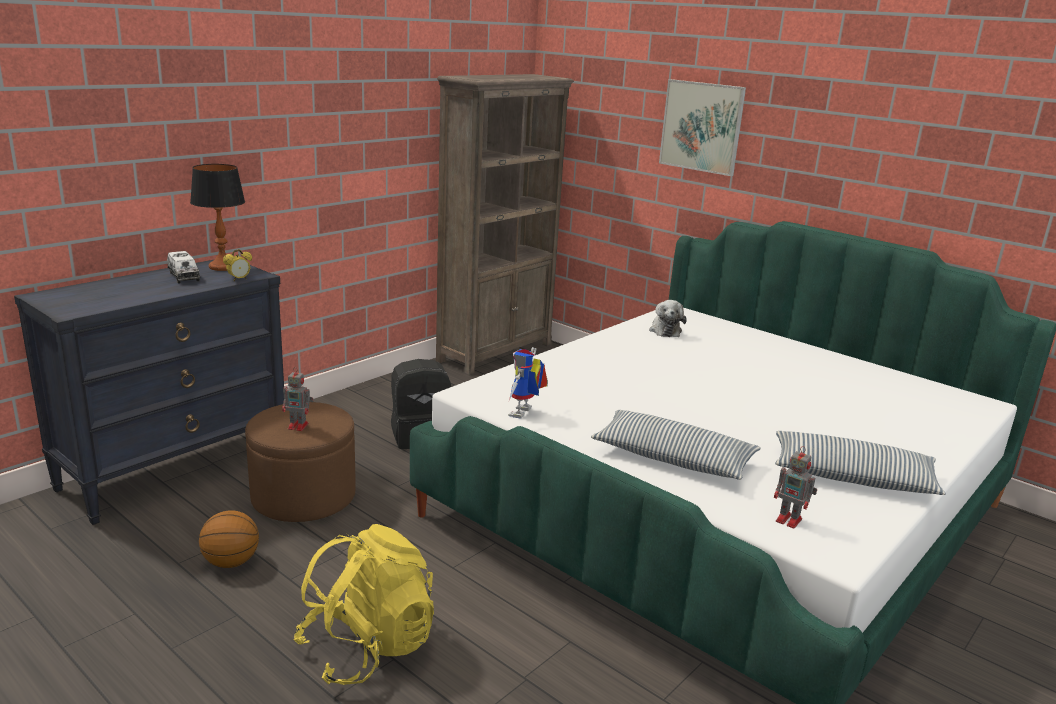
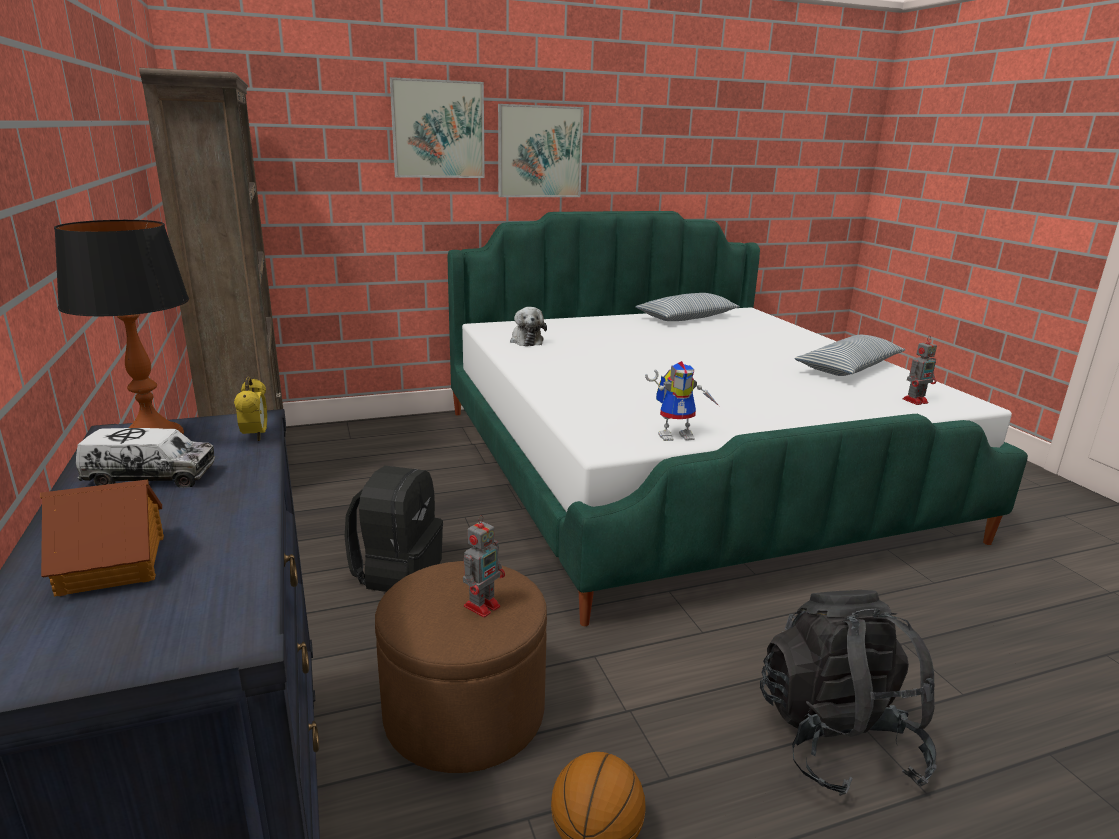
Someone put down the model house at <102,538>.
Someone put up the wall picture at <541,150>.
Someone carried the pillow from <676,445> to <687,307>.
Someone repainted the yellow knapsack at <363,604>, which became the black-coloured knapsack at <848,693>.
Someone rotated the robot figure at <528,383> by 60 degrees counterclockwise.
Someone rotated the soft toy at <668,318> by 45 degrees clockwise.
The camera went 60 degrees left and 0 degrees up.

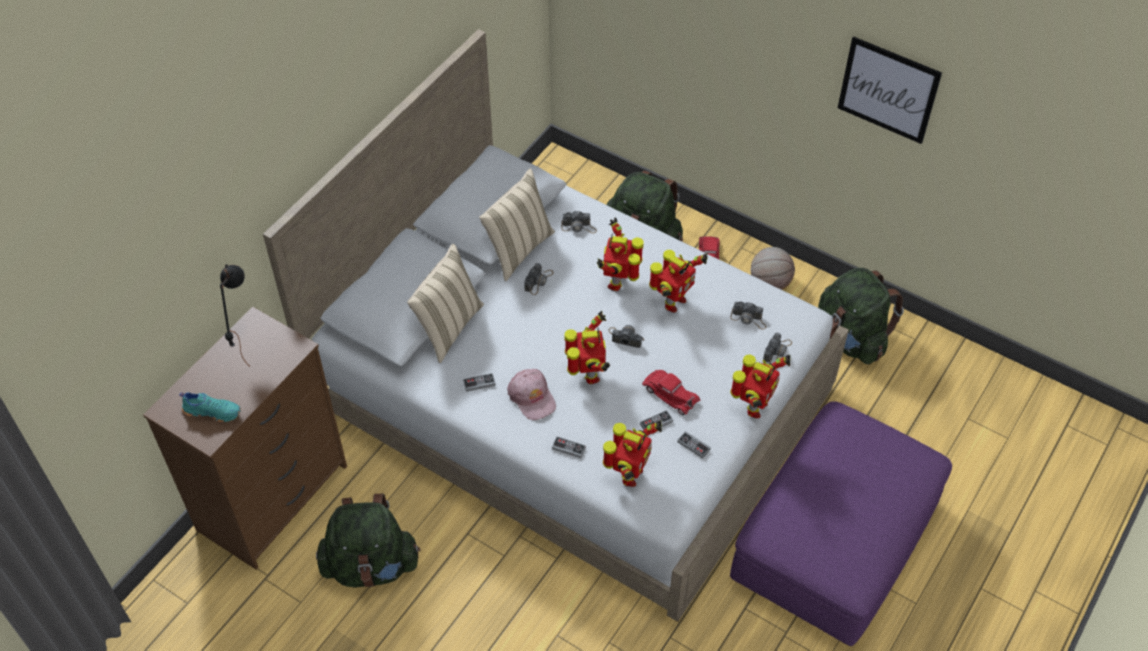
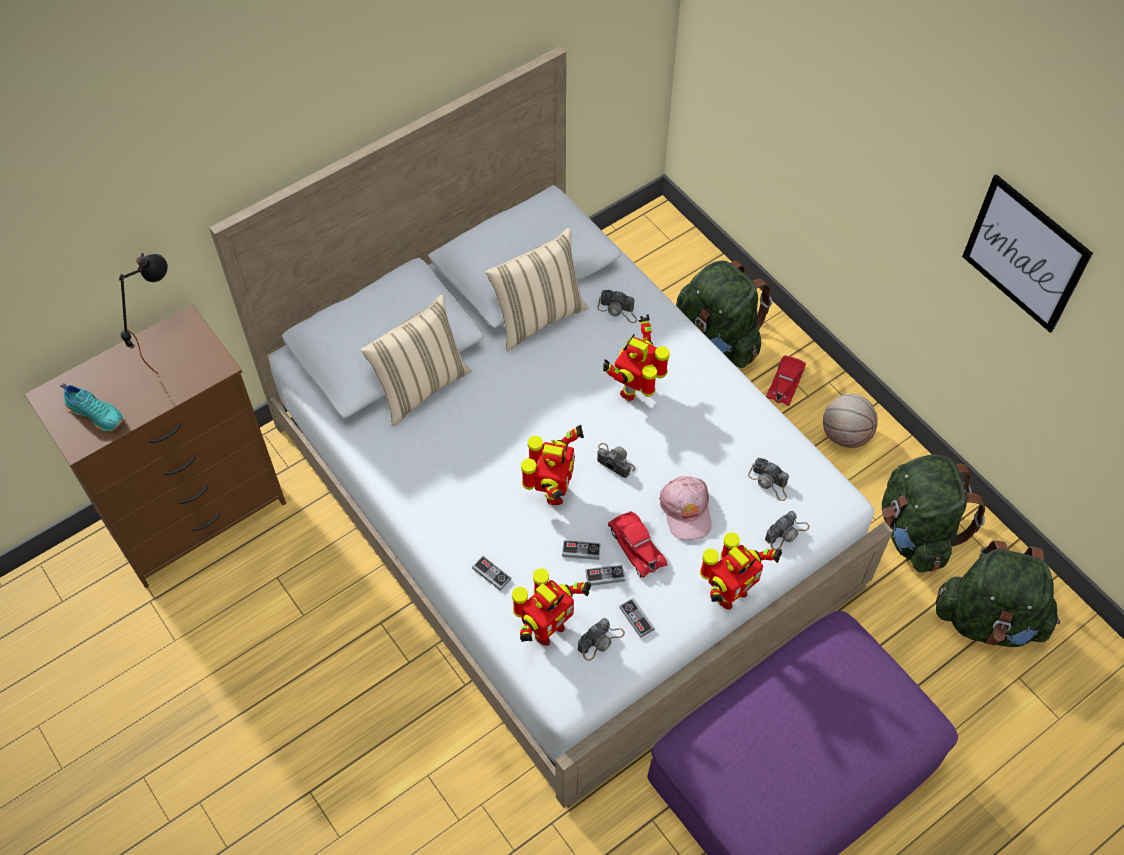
Someone took away the robot figure at <678,281>.
Someone carried the green-coloured knapsack from <368,540> to <998,593>.
Someone carried the joypad from <479,382> to <581,550>.
Someone carried the pink baseball cap from <531,394> to <685,508>.
Someone carried the still camera from <539,279> to <601,639>.
The camera went 20 degrees right and 5 degrees up.

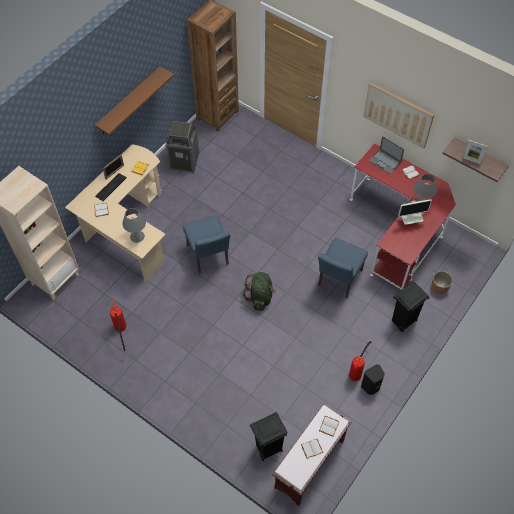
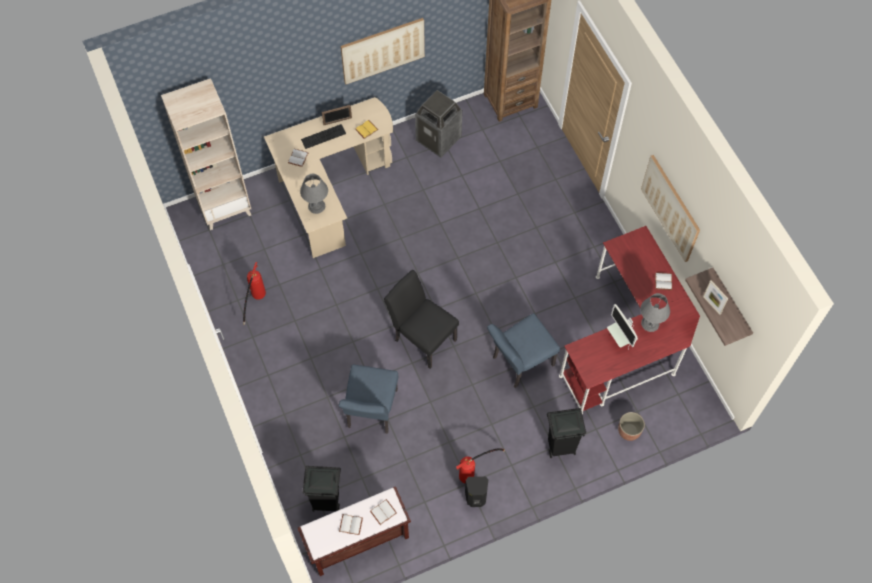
Someone took away the portable computer at <386,155>.
Someone carried the blue-coloured plain chair from <206,244> to <368,399>.
Someone swapped the brown shelf at <134,101> for the wall picture at <383,51>.
Someone swapped the green-coloured knapsack at <259,291> for the black-coloured plain chair at <421,319>.
Someone rotated the computer screen at <415,212> by 45 degrees clockwise.
The camera went 30 degrees right and 5 degrees up.

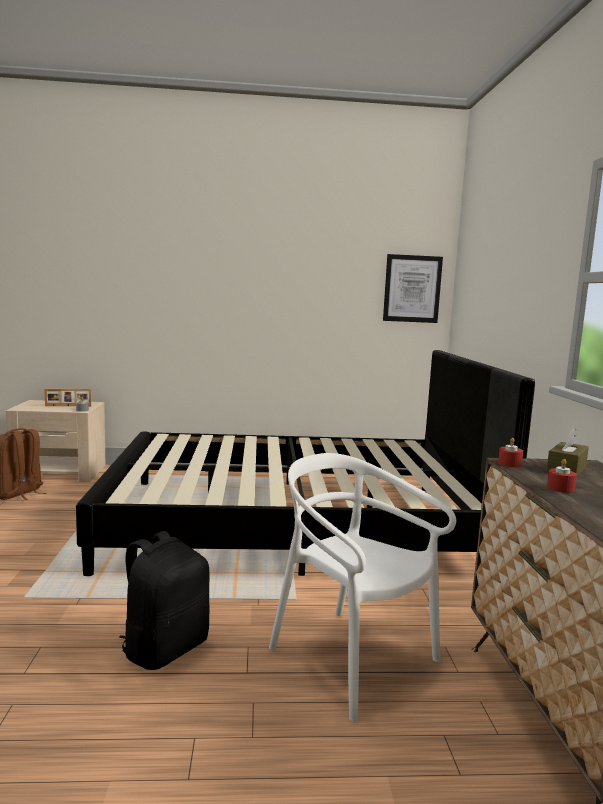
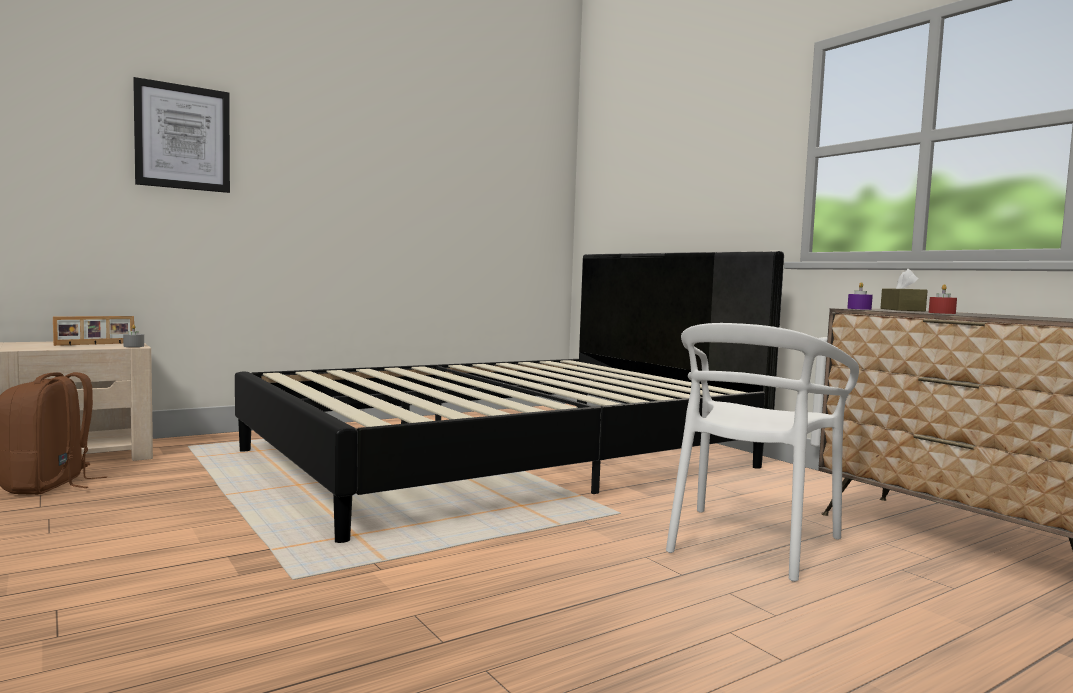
Someone took away the black-coloured knapsack at <164,600>.
Someone carried the wall picture from <413,288> to <181,135>.
Someone repainted the red wax light at <510,452>, which became the purplish wax light at <860,296>.
Someone rotated the white plain chair at <362,587> by 75 degrees counterclockwise.
The camera went 30 degrees left and 5 degrees down.

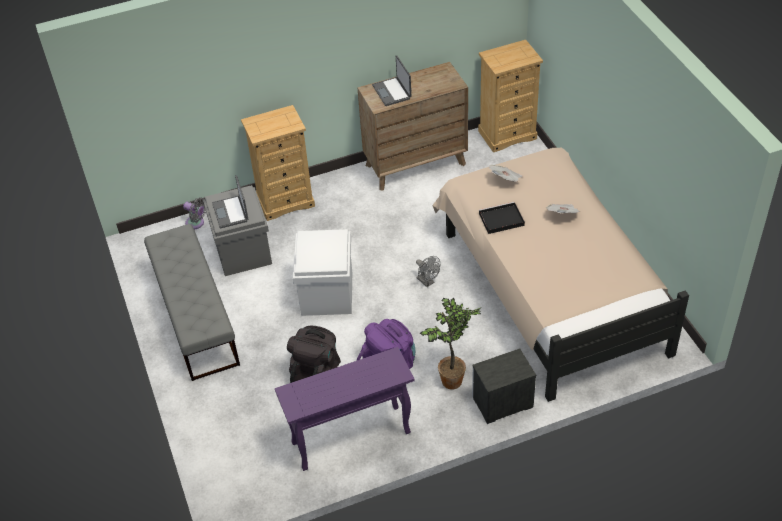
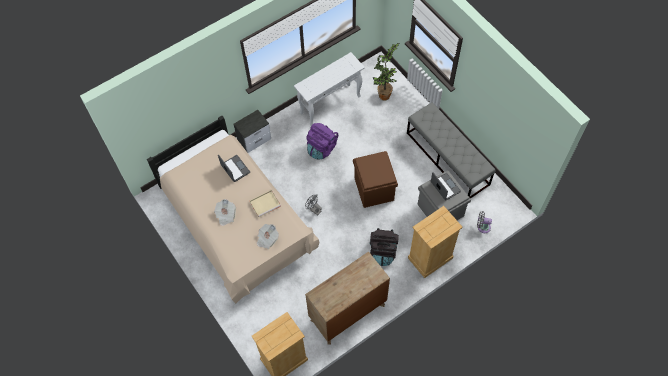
Someone carried the black-coloured knapsack from <314,354> to <384,247>.
Someone carried the portable computer from <391,80> to <234,168>.
Someone carried the houseplant from <451,344> to <386,72>.
Someone repainted the purplish hall table at <345,409>, which became the white hall table at <329,89>.
Someone repainted the white storage bin at <322,272>, which became the brown storage bin at <375,179>.
Someone repainted the black-coloured tray at <502,218>, which became the sand-coloured tray at <265,203>.
The camera went 165 degrees right and 15 degrees up.

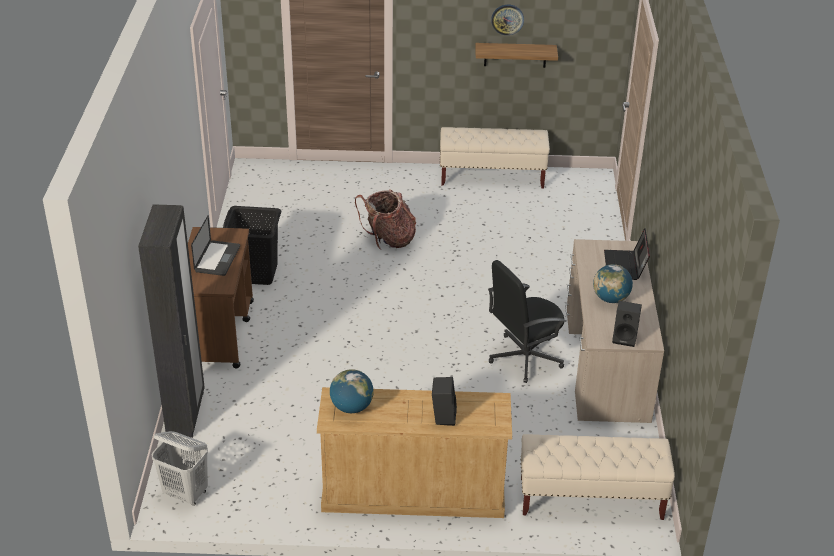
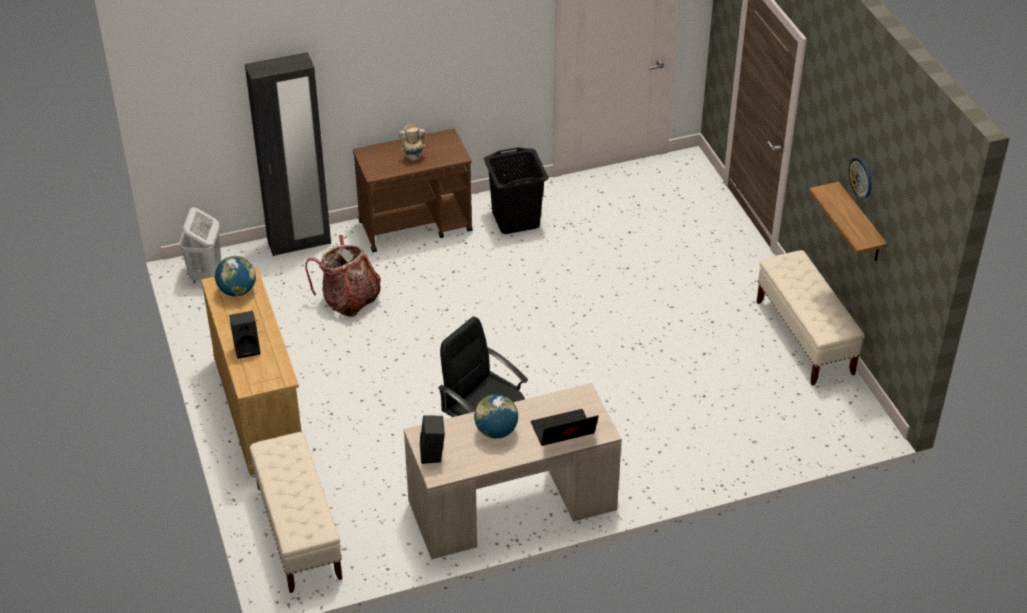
Someone carried the knapsack from <385,219> to <343,276>.
Someone swapped the portable computer at <215,245> for the sand-coloured decorative vase at <412,142>.
The camera went 70 degrees right and 5 degrees up.

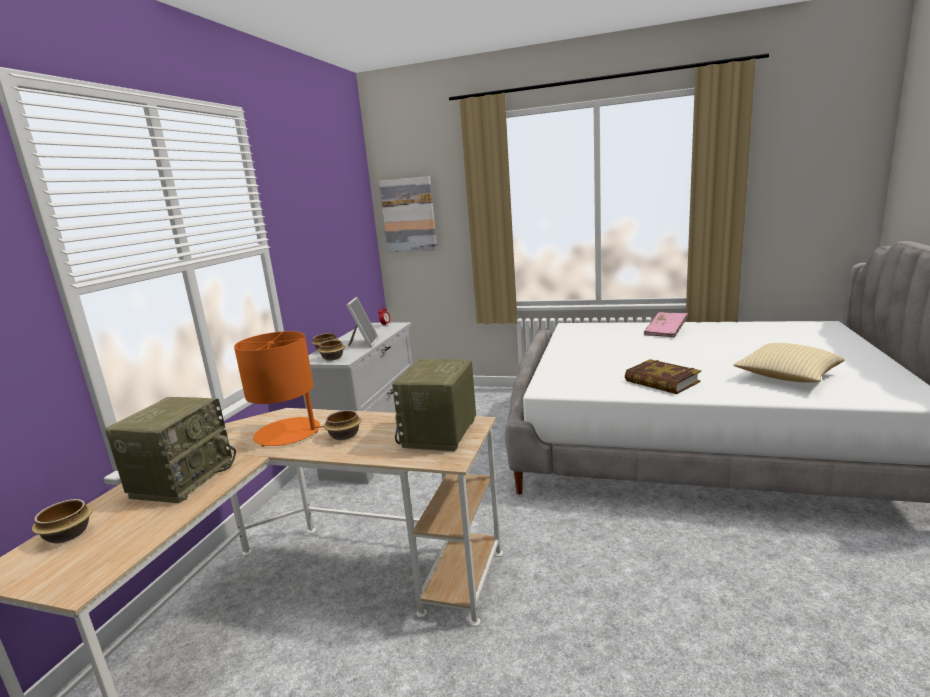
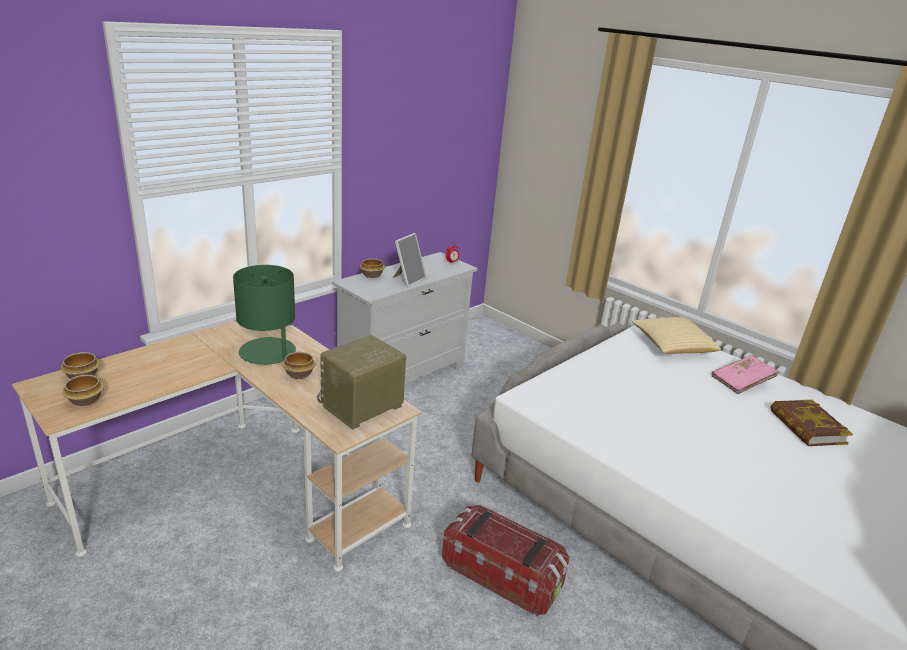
Someone took away the radio at <170,450>.
Someone took away the wall picture at <408,214>.
Someone put down the storage bin at <506,560>.
Someone carried the serving bowl from <331,350> to <83,390>.
Someone carried the book from <663,376> to <812,422>.
Someone carried the pillow from <789,363> to <676,335>.
Someone repainted the orangey tabletop lamp at <278,389>, which became the green-coloured tabletop lamp at <264,315>.
The camera went 25 degrees right and 10 degrees up.

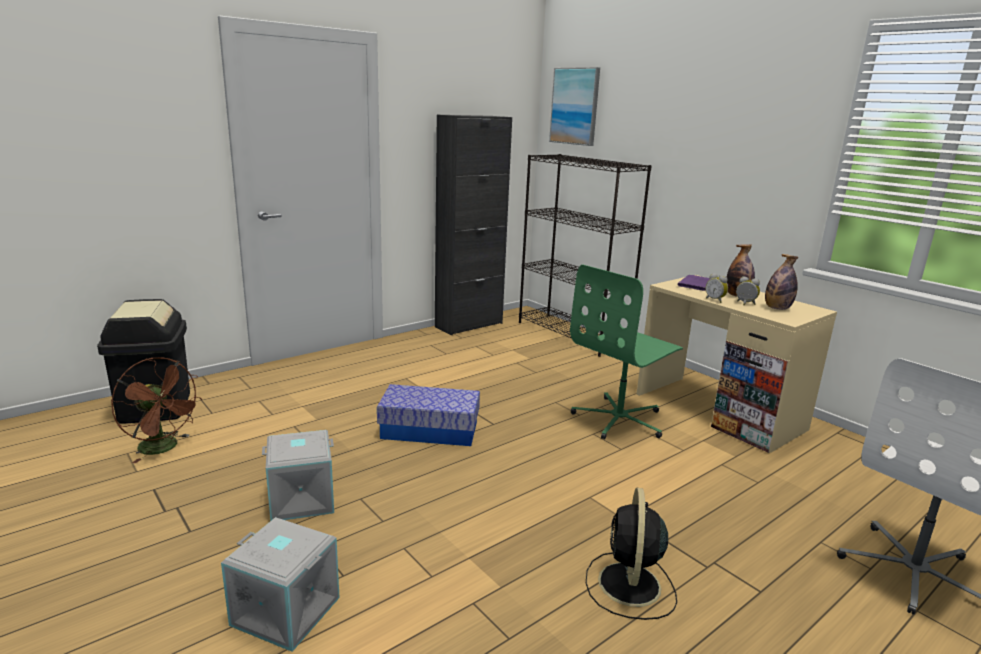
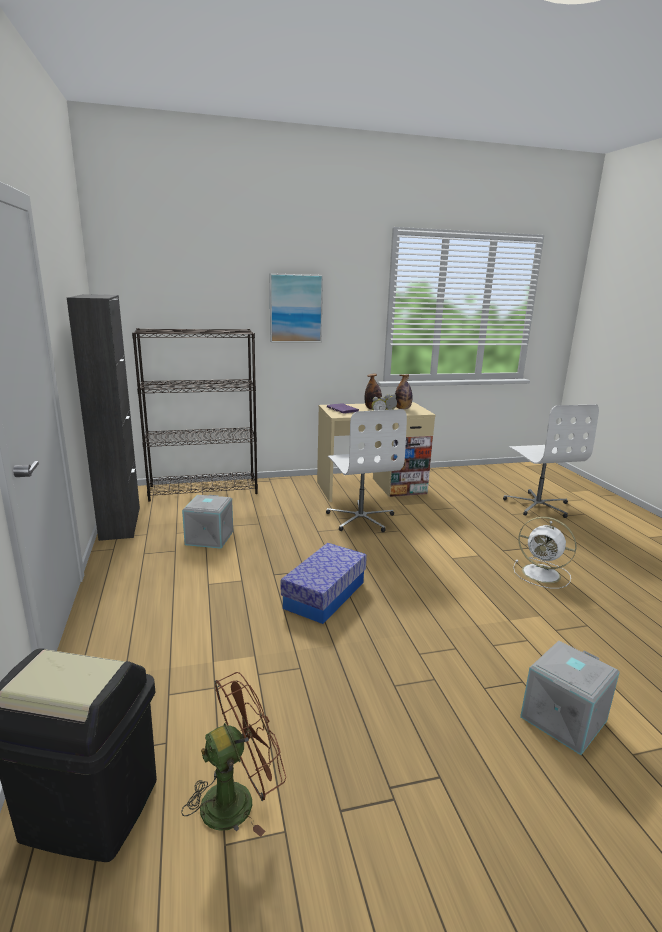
Someone carried the grey storage bin from <298,475> to <207,522>.
Someone carried the wall picture from <574,106> to <296,307>.
Someone repainted the green-coloured office chair at <626,352>, which became the white office chair at <366,470>.
Someone repainted the black-coloured electric fan at <631,554>, which became the white electric fan at <544,553>.
The camera went 65 degrees left and 0 degrees up.

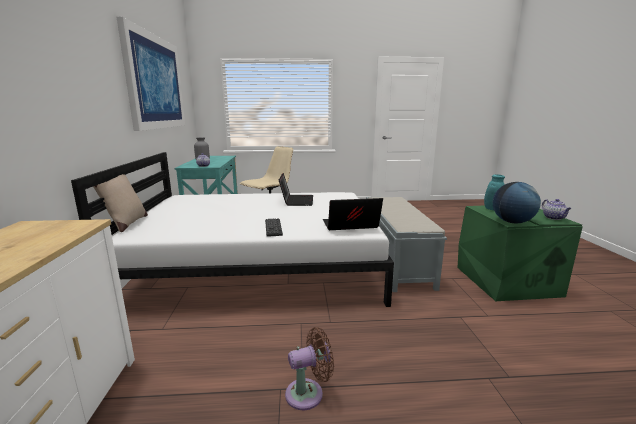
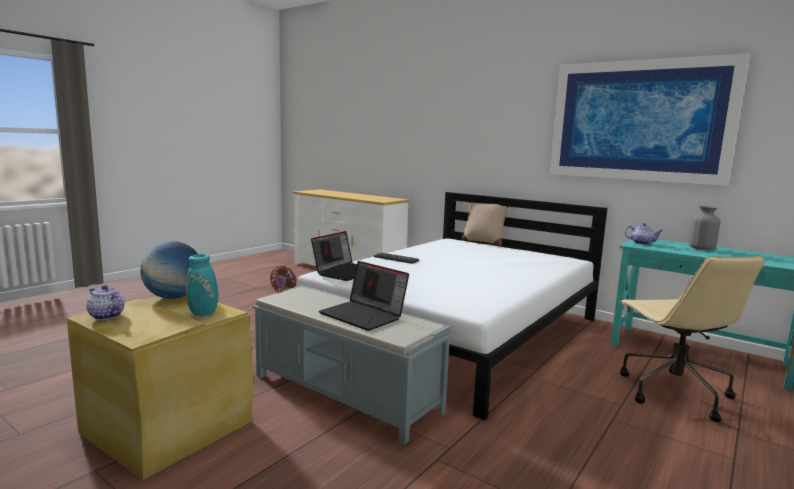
Someone carried the portable computer from <296,189> to <364,296>.
Someone repainted the green-coloured storage bin at <520,253>, which became the sand-coloured storage bin at <160,388>.
The camera went 130 degrees right and 5 degrees down.

